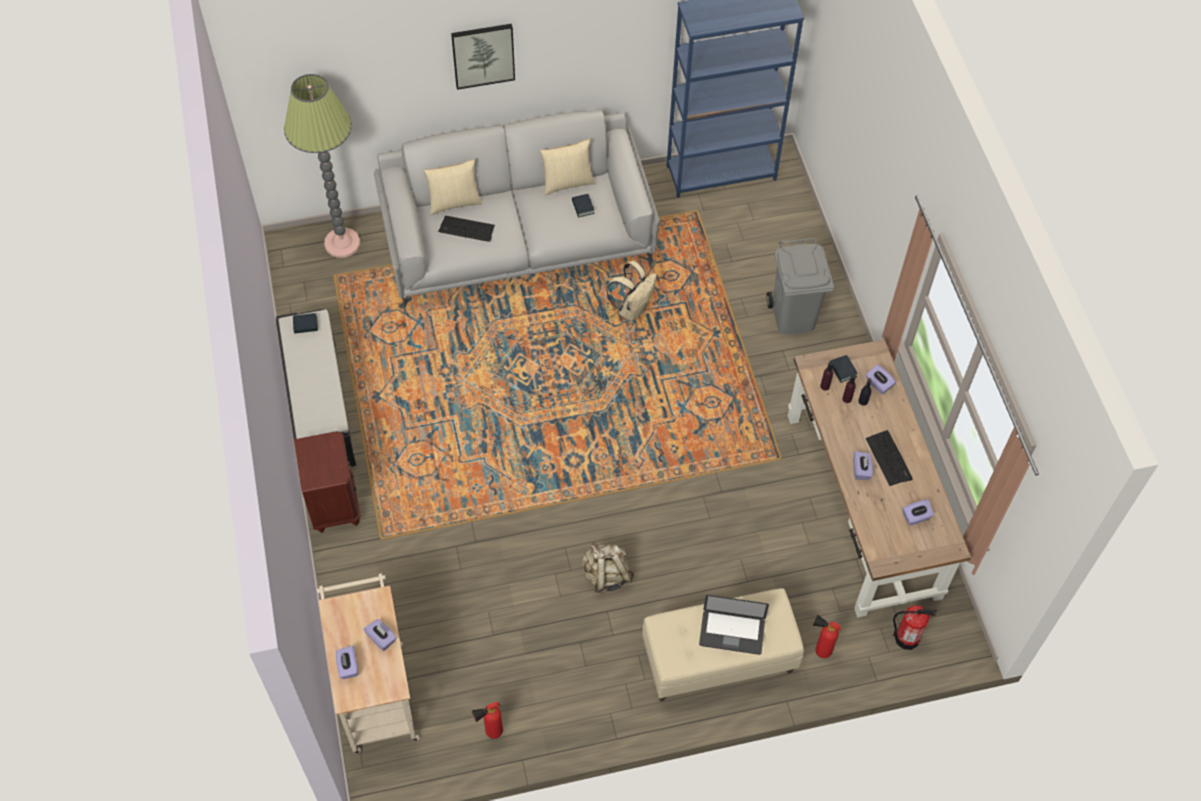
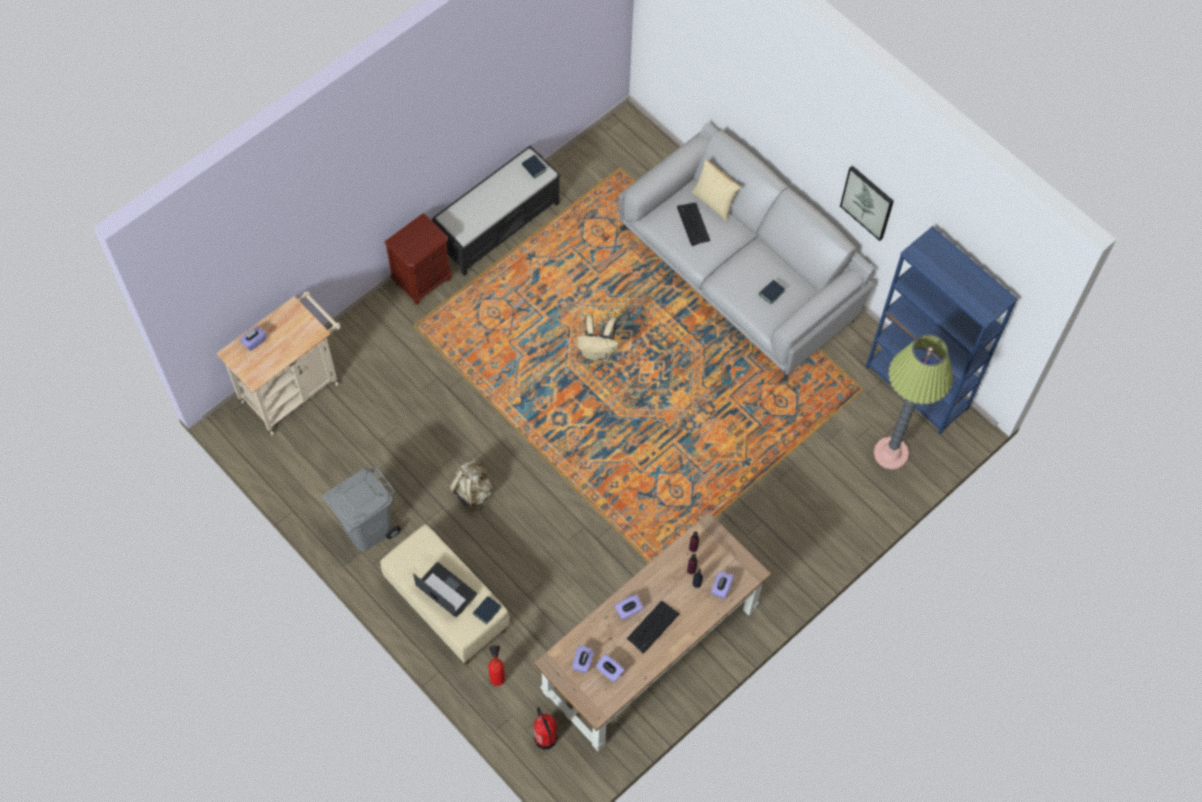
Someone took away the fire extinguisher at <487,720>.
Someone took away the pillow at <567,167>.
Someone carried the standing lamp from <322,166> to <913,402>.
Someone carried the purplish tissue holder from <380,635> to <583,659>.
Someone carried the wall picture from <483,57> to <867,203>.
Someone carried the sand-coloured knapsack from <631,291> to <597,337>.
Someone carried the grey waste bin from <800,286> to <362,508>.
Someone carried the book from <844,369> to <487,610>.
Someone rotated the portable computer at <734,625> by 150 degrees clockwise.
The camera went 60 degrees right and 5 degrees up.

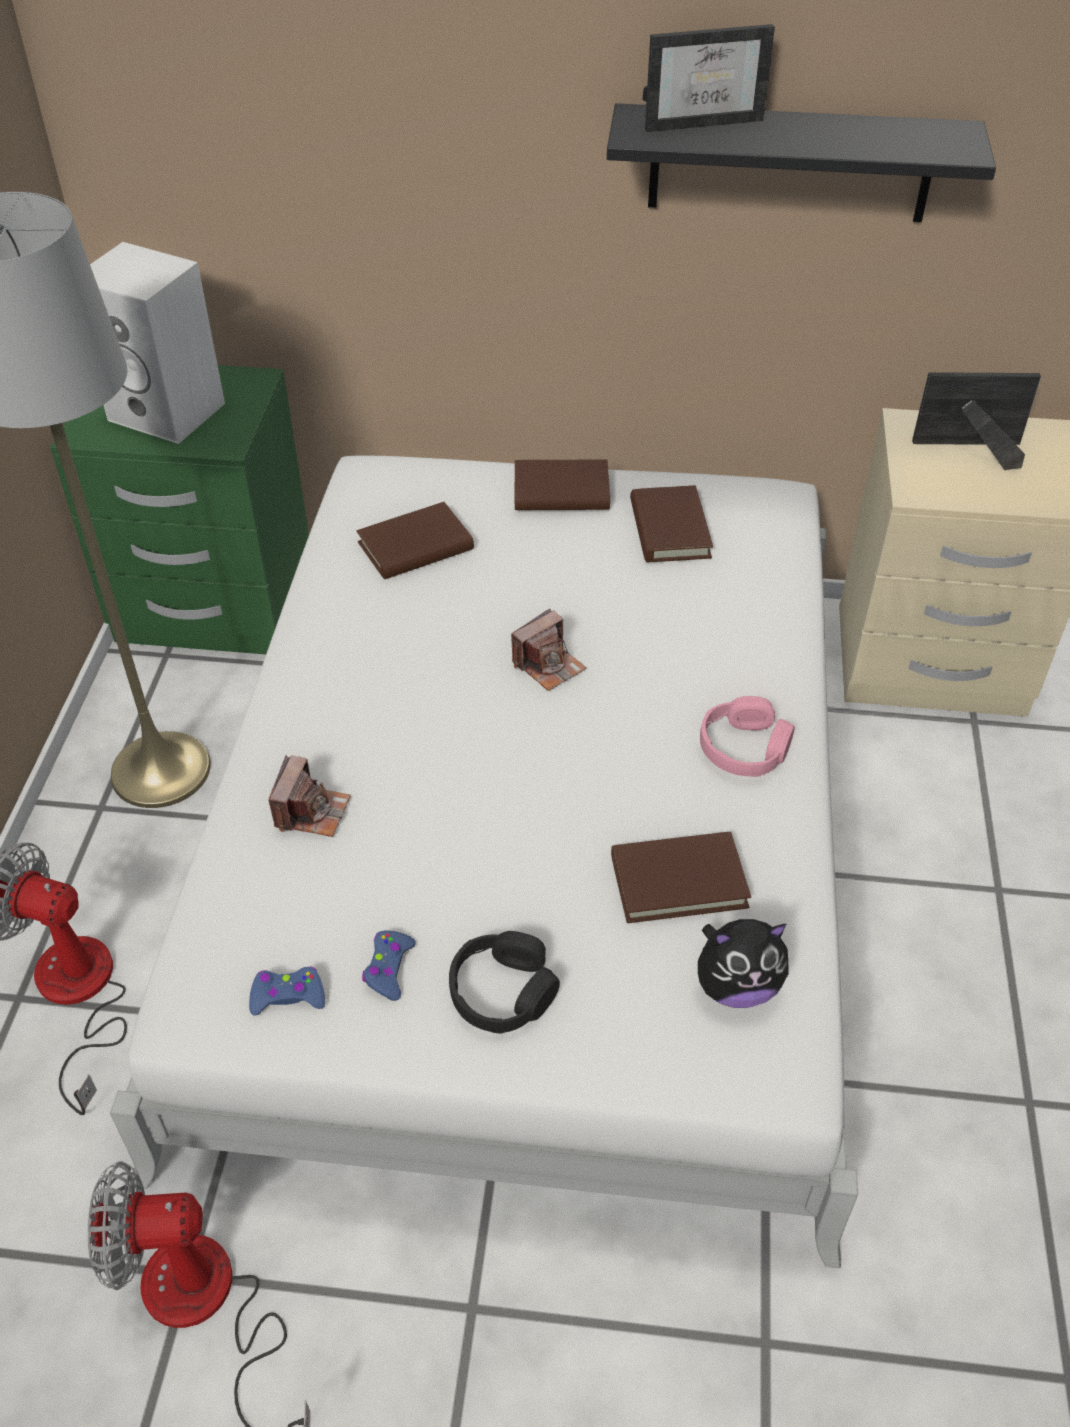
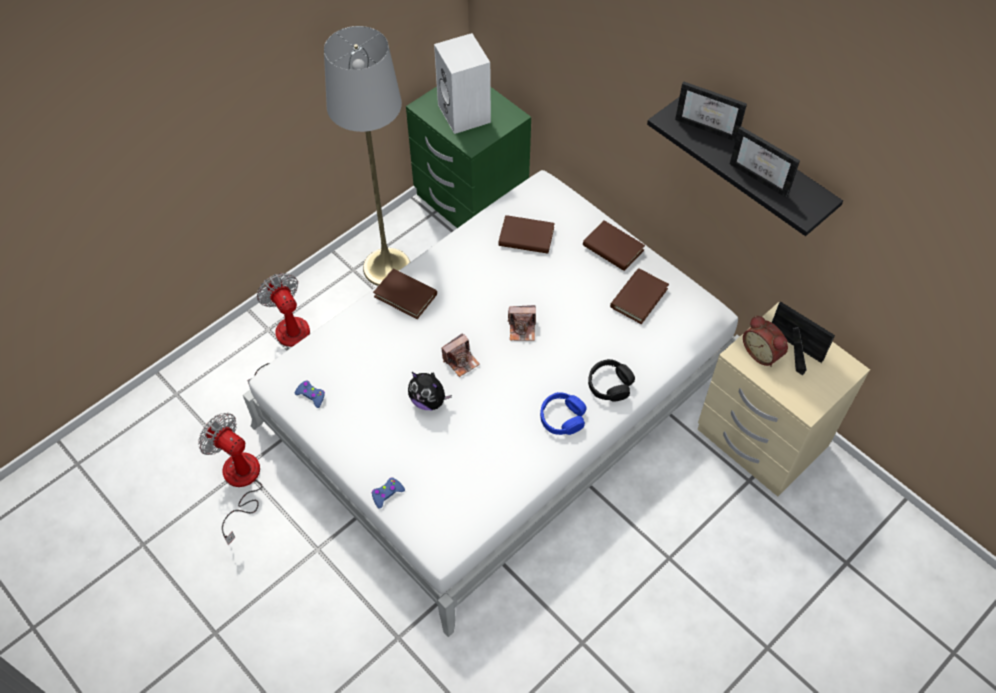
Someone put down the standing frame at <765,162>.
Someone put down the table clock at <765,341>.
Someone carried the still camera from <309,796> to <461,355>.
Someone carried the blue-coloured joypad from <389,966> to <388,493>.
Someone carried the black-coloured headphones from <504,982> to <611,380>.
Someone carried the brown book from <681,877> to <405,294>.
Someone carried the soft toy from <743,963> to <430,391>.
Someone repainted the pink headphones at <747,736>, which became the blue-coloured headphones at <563,413>.
The camera went 40 degrees right and 10 degrees up.

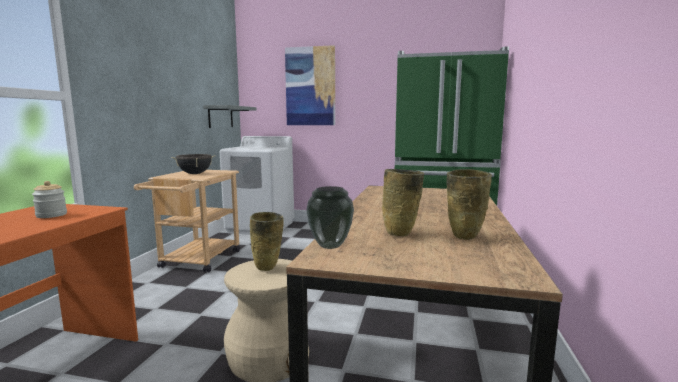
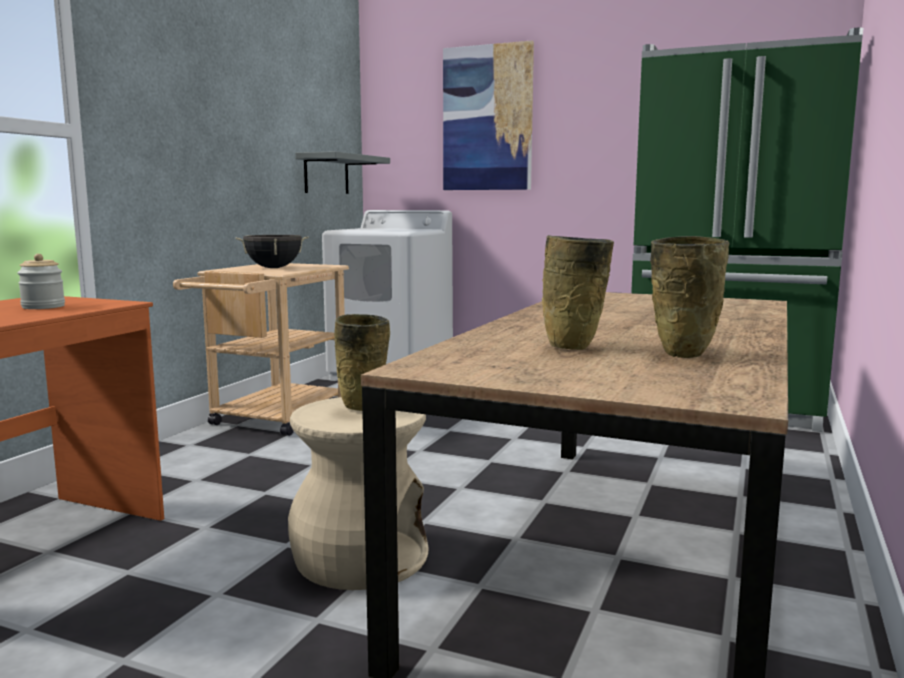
Someone took away the decorative vase at <330,217>.
The camera went 10 degrees right and 0 degrees up.

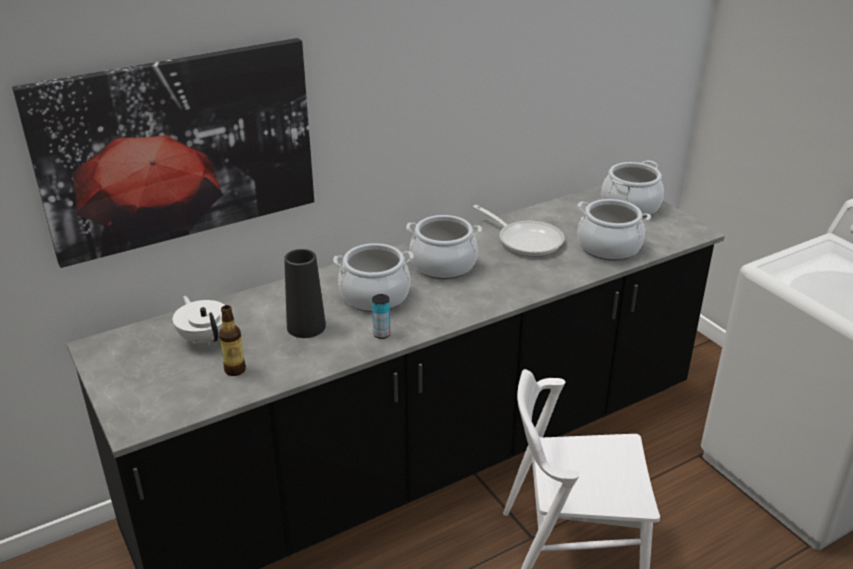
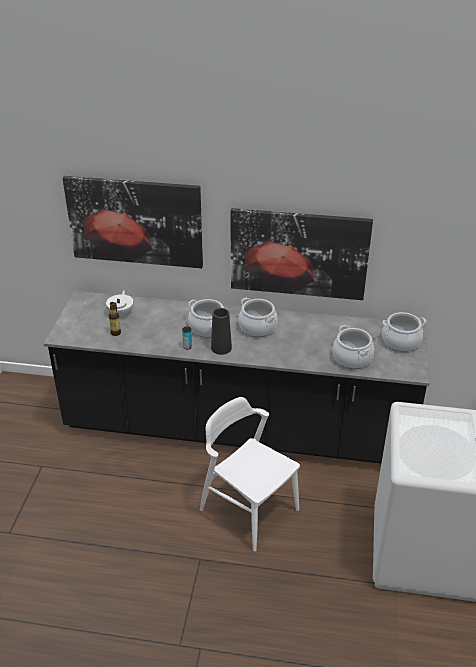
Someone took away the frying pan at <518,231>.
Someone put up the wall picture at <301,254>.
Someone carried the black-coloured decorative vase from <305,293> to <221,331>.
The camera went 40 degrees right and 5 degrees up.

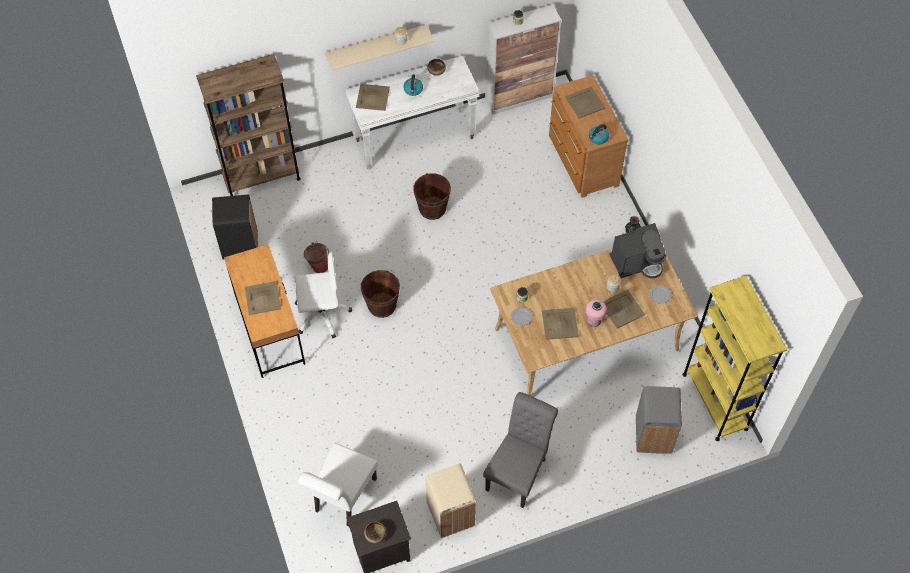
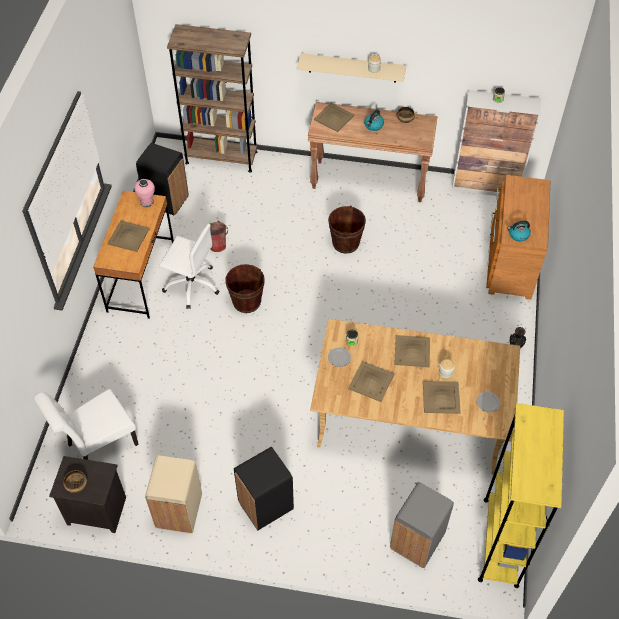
Someone took away the coffee machine at <637,250>.
Someone carried the sand-coloured tray from <585,102> to <412,351>.
Someone carried the pink decorative vase from <596,313> to <144,193>.
Someone swapped the grey plain chair at <520,450> for the black-coloured waste bin at <264,488>.
Someone repainted the white hall table at <412,113>, which became the brown hall table at <372,152>.
The camera went 30 degrees right and 5 degrees down.

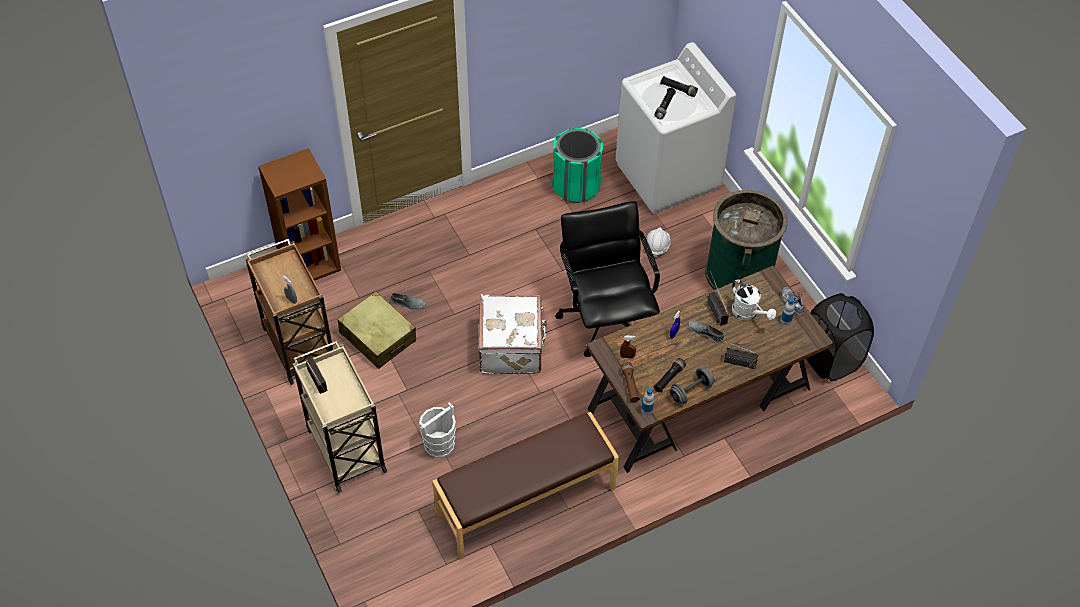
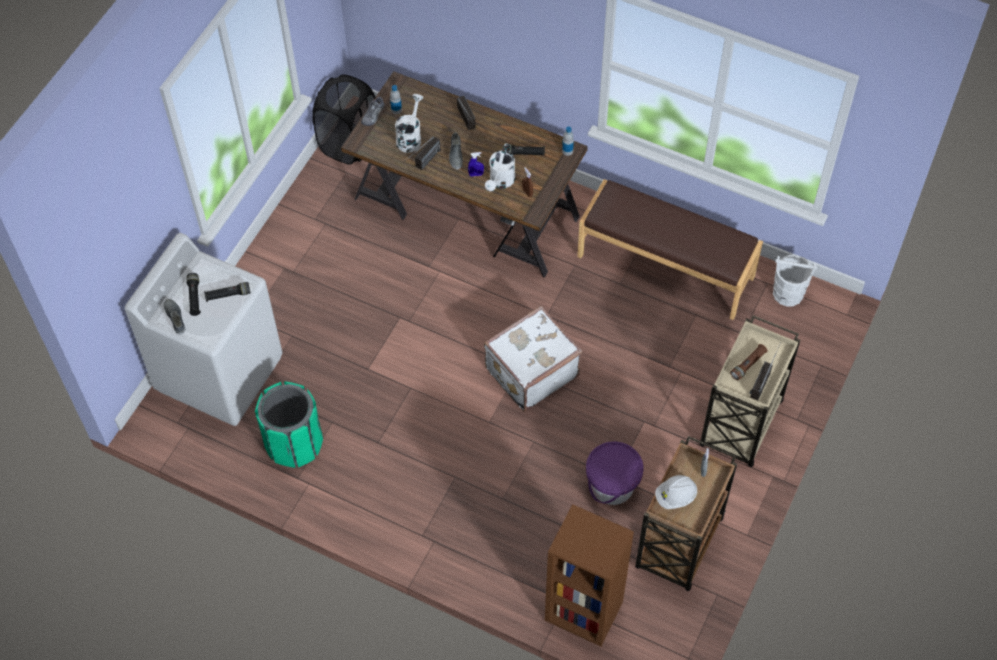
Someone took away the black-coloured office chair at <607,279>.
Someone took away the grey hand weight at <691,386>.
Someone took away the green-coloured waste bin at <746,240>.
Someone put down the white watering can at <500,167>.
Someone carried the grey shoe from <408,301> to <174,317>.
Someone carried the white pail from <437,430> to <795,280>.
Someone carried the brown flashlight from <630,382> to <748,362>.
Someone carried the white hard hat from <658,242> to <676,492>.
Someone swapped the sand-coloured travel case at <377,330> for the purplish pail at <615,473>.
The camera went 125 degrees left and 5 degrees up.

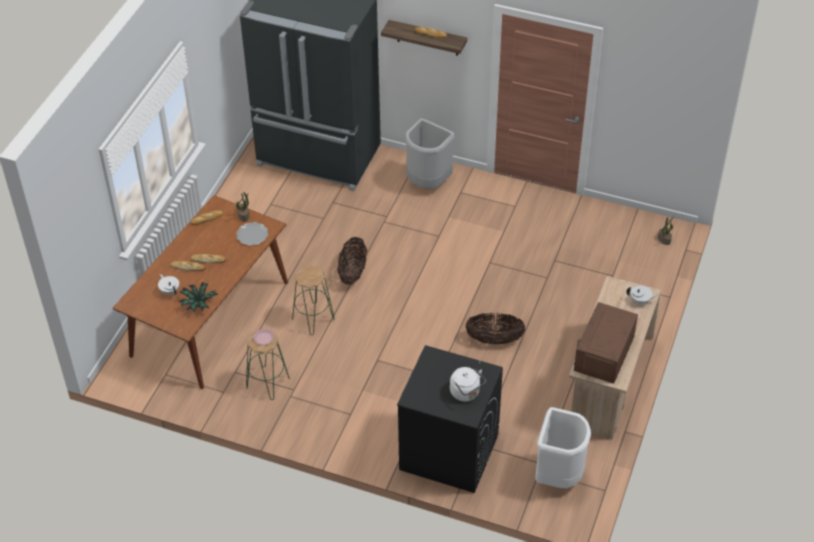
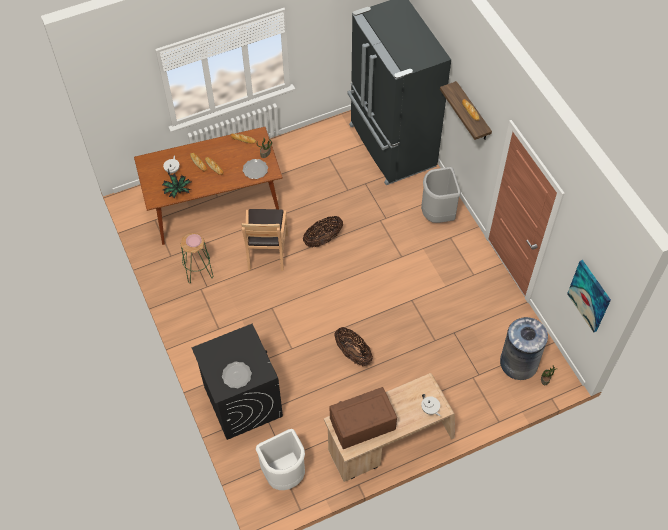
Someone put down the grey waste bin at <524,348>.
Someone put up the wall picture at <589,296>.
Someone swapped the green-coloured sitting stool at <313,300> for the brown plain chair at <264,240>.
Someone swapped the white water kettle at <468,384> for the plate at <237,375>.
The camera went 45 degrees right and 10 degrees up.

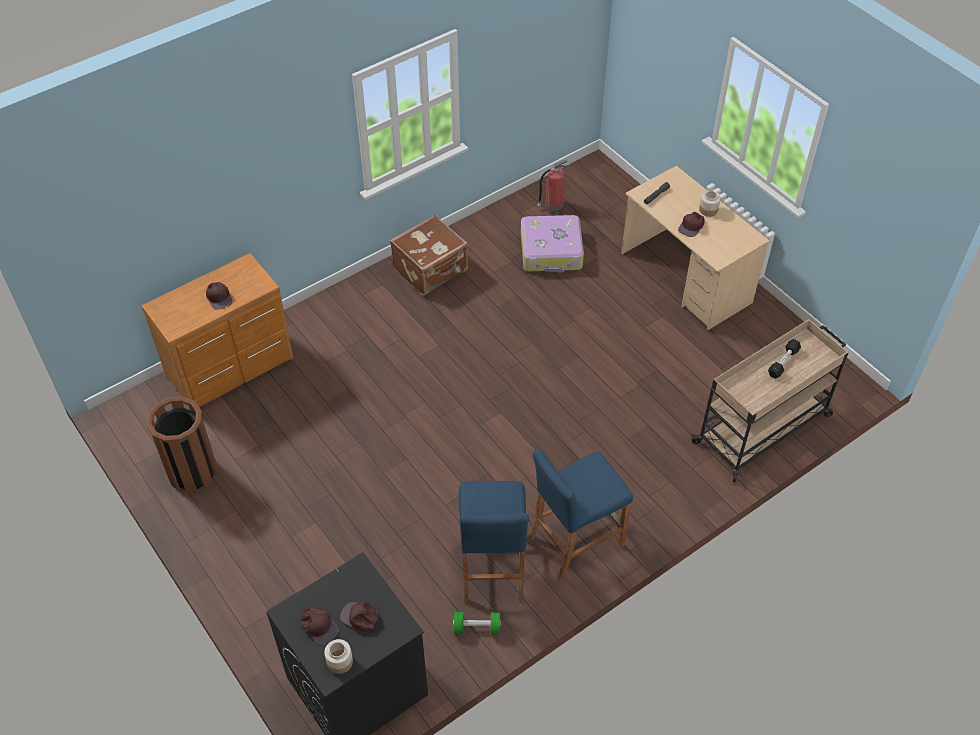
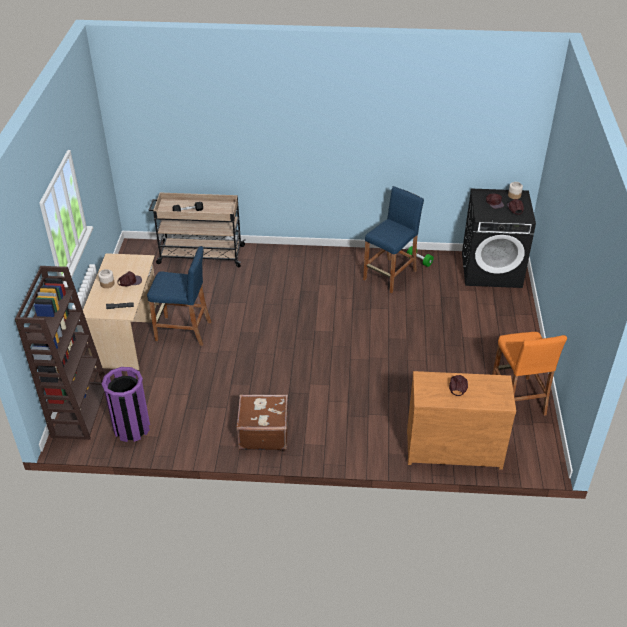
Someone took away the travel case at <552,243>.
Someone put down the brown shelving unit at <60,353>.
Someone carried the blue-coloured sitting stool from <580,515> to <179,296>.
Someone swapped the brown waste bin at <182,444> for the orangey sitting stool at <529,374>.
Someone swapped the fire extinguisher at <552,185> for the purplish waste bin at <126,404>.
The camera went 140 degrees left and 10 degrees down.

